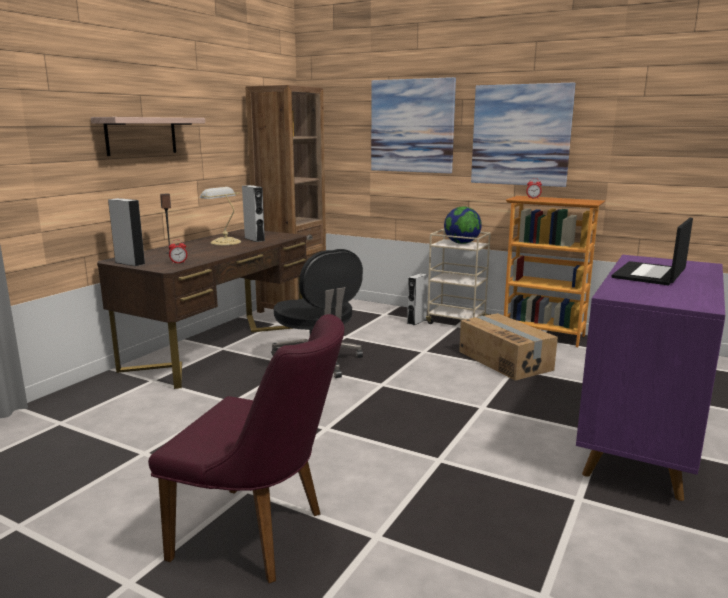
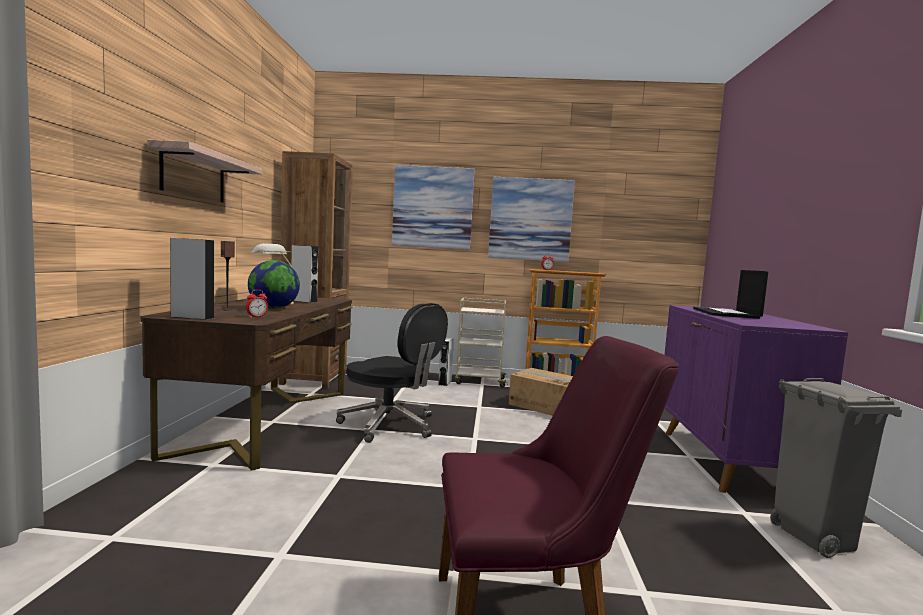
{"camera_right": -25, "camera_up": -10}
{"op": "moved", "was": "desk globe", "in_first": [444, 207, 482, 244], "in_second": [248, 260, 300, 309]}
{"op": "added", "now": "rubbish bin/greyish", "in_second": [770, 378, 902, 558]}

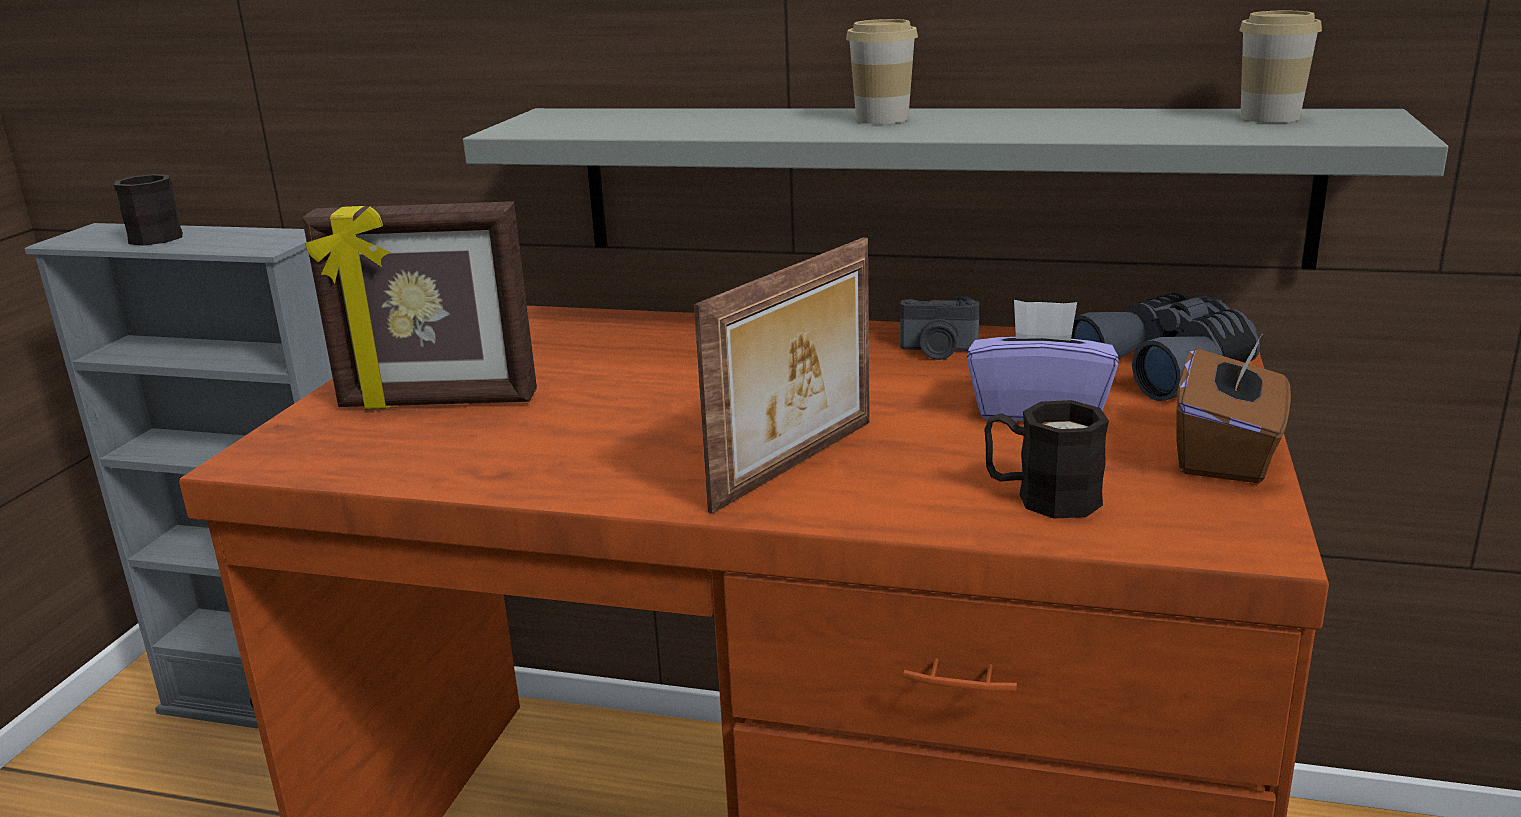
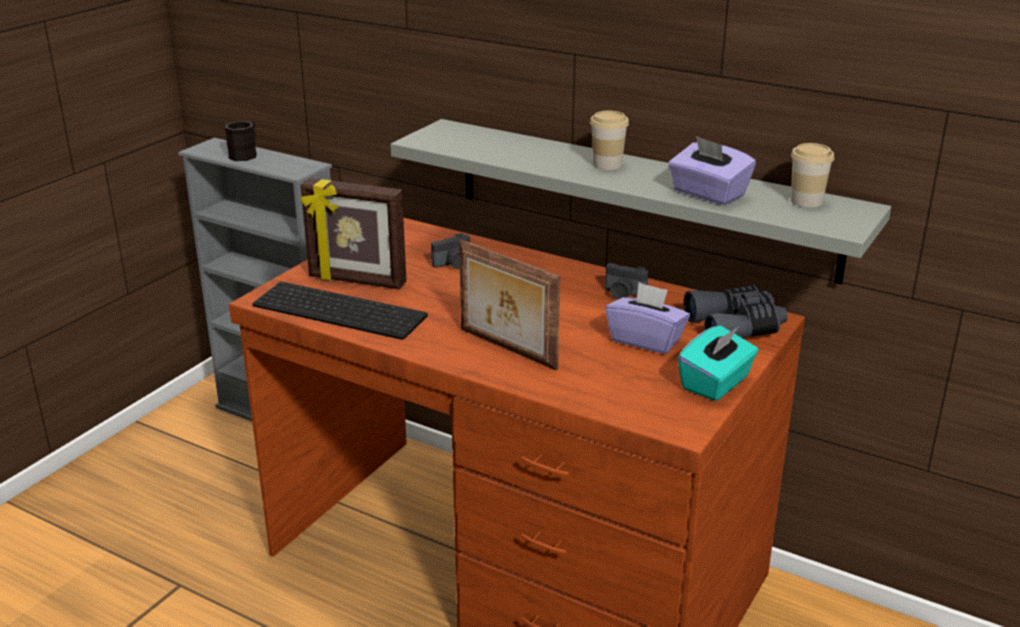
{"camera_right": 15, "camera_up": 5}
{"op": "added", "now": "PC keyboard", "in_second": [252, 282, 428, 340]}
{"op": "added", "now": "photo camera", "in_second": [431, 233, 470, 269]}
{"op": "turned", "was": "photo frame", "in_first": [694, 237, 870, 514], "in_second": [459, 240, 560, 370], "clockwise": 75}
{"op": "added", "now": "tissue box/purple", "in_second": [668, 136, 756, 205]}
{"op": "recoloured", "was": "tissue box/brown-coloured", "now": "tissue box/turquoise", "in_first": [1177, 335, 1291, 483], "in_second": [678, 325, 759, 401]}
{"op": "removed", "was": "tea mug/black-coloured", "in_first": [984, 400, 1109, 519]}

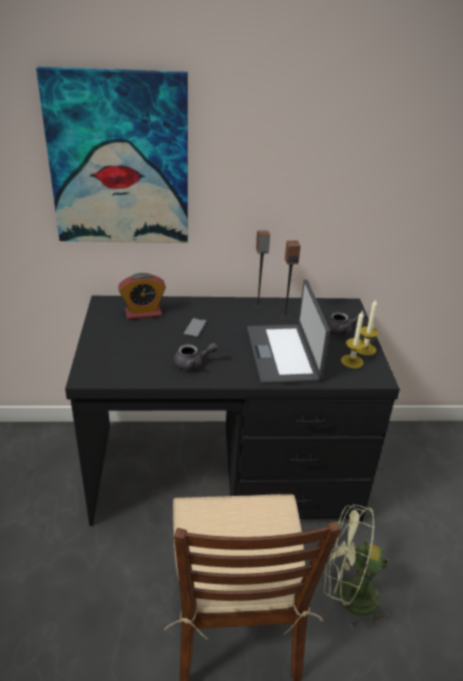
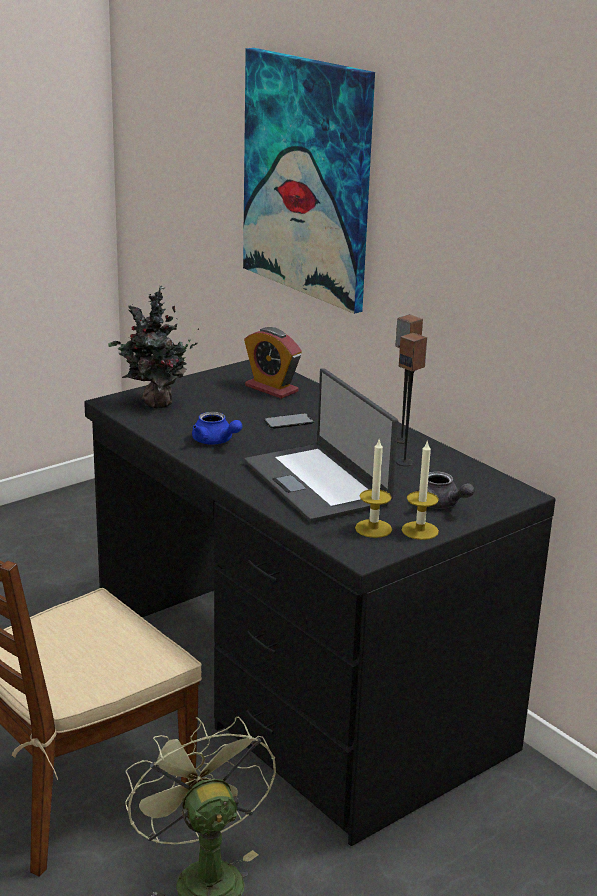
{"camera_right": 55, "camera_up": -10}
{"op": "added", "now": "plant in a pot", "in_second": [108, 285, 199, 409]}
{"op": "recoloured", "was": "pot for tea/greyish", "now": "pot for tea/bluish", "in_first": [174, 343, 218, 370], "in_second": [192, 412, 243, 445]}
{"op": "turned", "was": "laptop", "in_first": [247, 279, 330, 384], "in_second": [245, 368, 399, 523], "clockwise": -75}

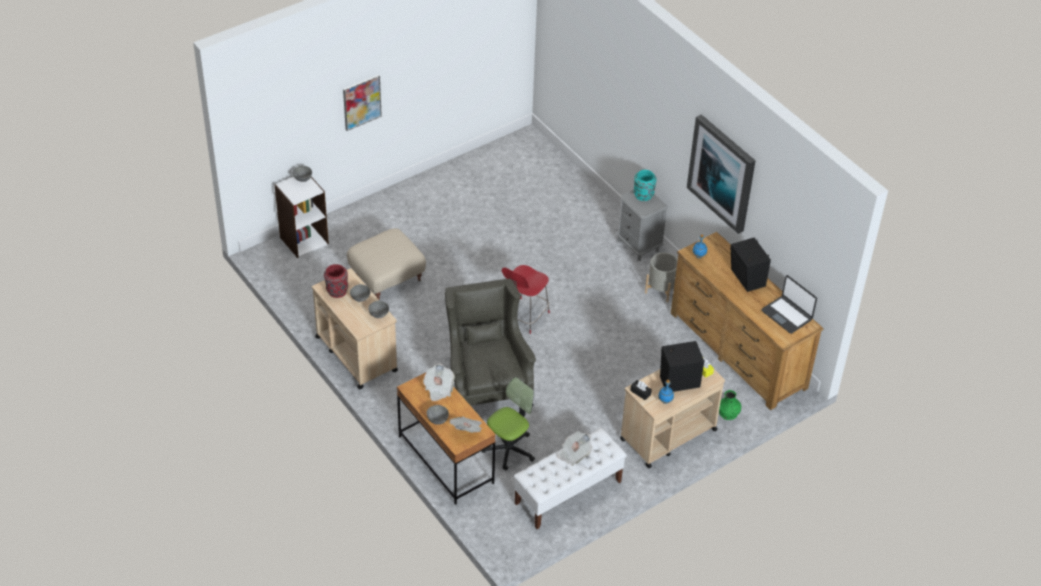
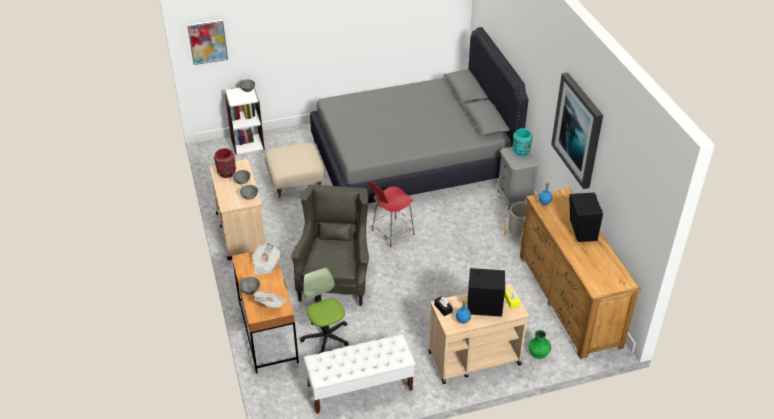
{"camera_right": 20, "camera_up": -5}
{"op": "moved", "was": "picture", "in_first": [343, 75, 382, 131], "in_second": [187, 20, 228, 65]}
{"op": "turned", "was": "desk chair", "in_first": [481, 377, 535, 471], "in_second": [300, 267, 349, 354], "clockwise": -90}
{"op": "added", "now": "bed/greyish", "in_second": [310, 27, 529, 203]}
{"op": "removed", "was": "printed paper", "in_first": [558, 431, 592, 466]}
{"op": "removed", "was": "laptop", "in_first": [761, 275, 817, 334]}

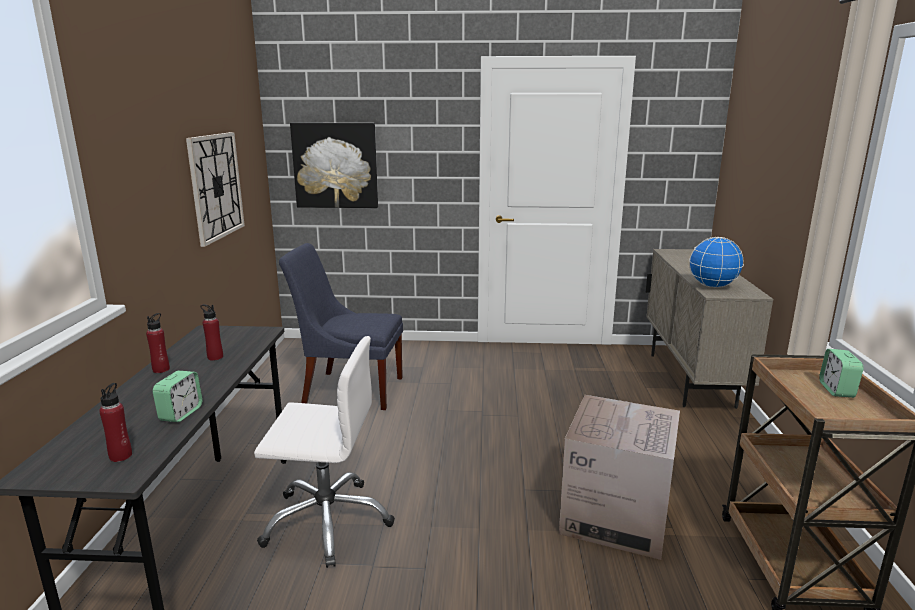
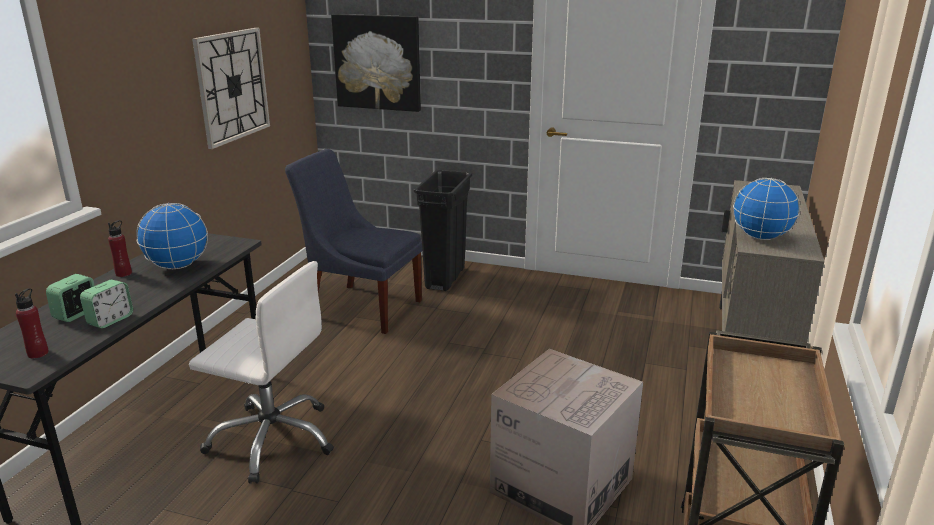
{"camera_right": 15, "camera_up": 5}
{"op": "moved", "was": "table clock", "in_first": [819, 349, 864, 398], "in_second": [46, 274, 95, 322]}
{"op": "replaced", "was": "bottle/reddish", "now": "desk globe", "in_first": [200, 304, 223, 361], "in_second": [136, 203, 208, 269]}
{"op": "added", "now": "rubbish bin/black-coloured", "in_second": [414, 170, 472, 291]}

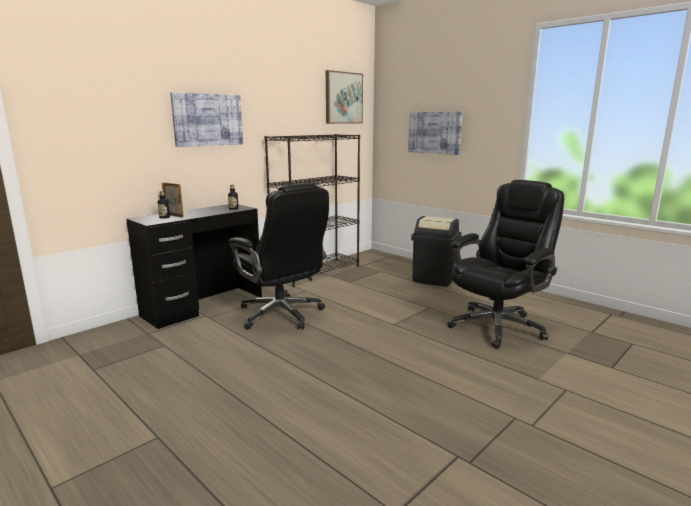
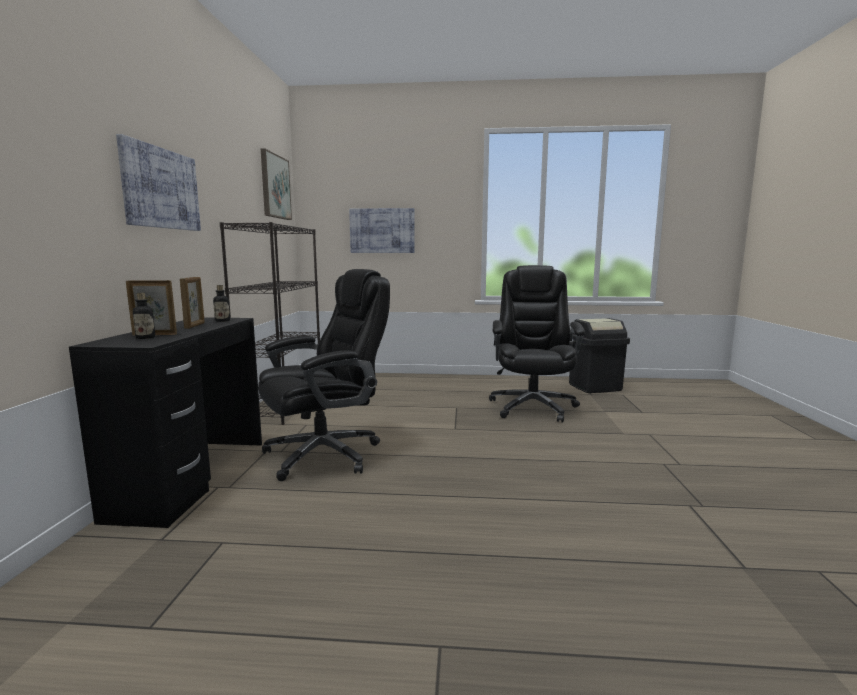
{"camera_right": -40, "camera_up": -5}
{"op": "added", "now": "photo frame", "in_second": [180, 277, 205, 329]}
{"op": "turned", "was": "desk chair/black-coloured", "in_first": [228, 183, 329, 330], "in_second": [258, 269, 390, 481], "clockwise": -45}
{"op": "moved", "was": "rubbish bin/black-coloured", "in_first": [411, 216, 462, 287], "in_second": [569, 318, 630, 393]}

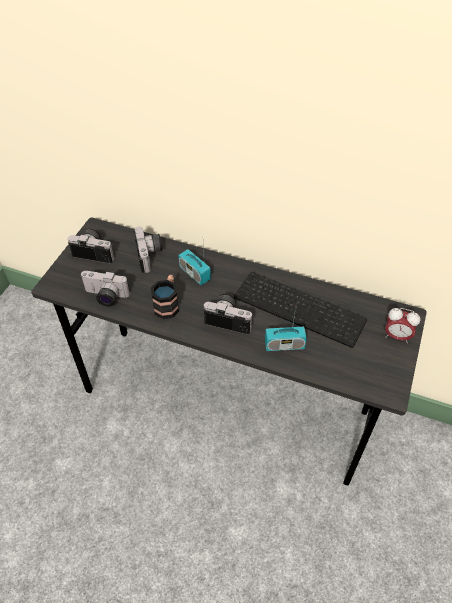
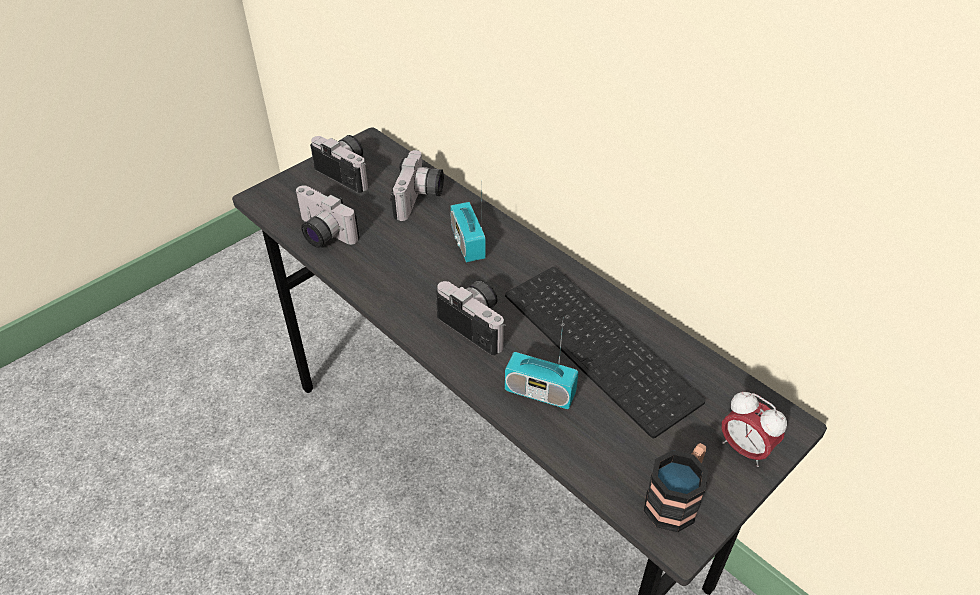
{"camera_right": 25, "camera_up": -5}
{"op": "moved", "was": "tea mug", "in_first": [151, 274, 179, 319], "in_second": [643, 443, 708, 532]}

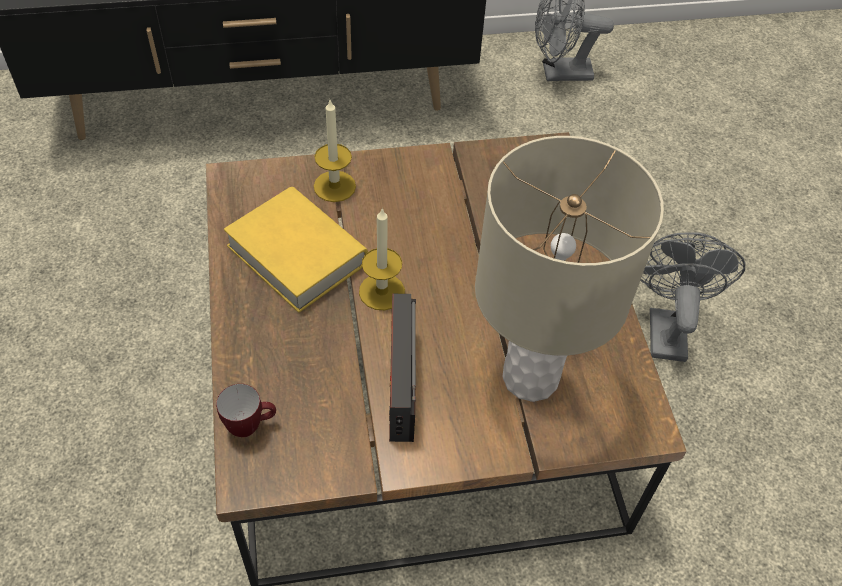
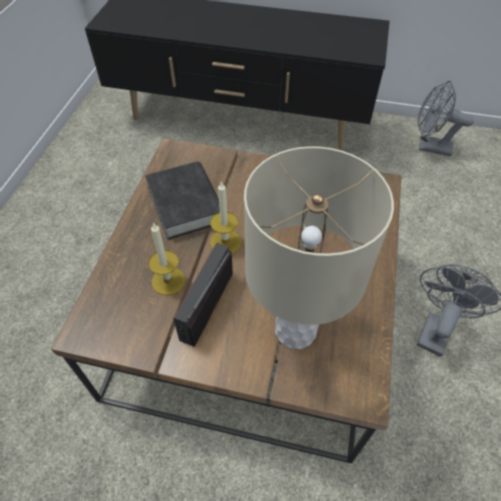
{"camera_right": 25, "camera_up": 0}
{"op": "recoloured", "was": "book/yellow-coloured", "now": "book/black-coloured", "in_first": [224, 187, 368, 313], "in_second": [145, 162, 220, 240]}
{"op": "moved", "was": "wax light", "in_first": [314, 98, 356, 202], "in_second": [149, 222, 185, 295]}
{"op": "removed", "was": "tea mug", "in_first": [216, 384, 276, 437]}

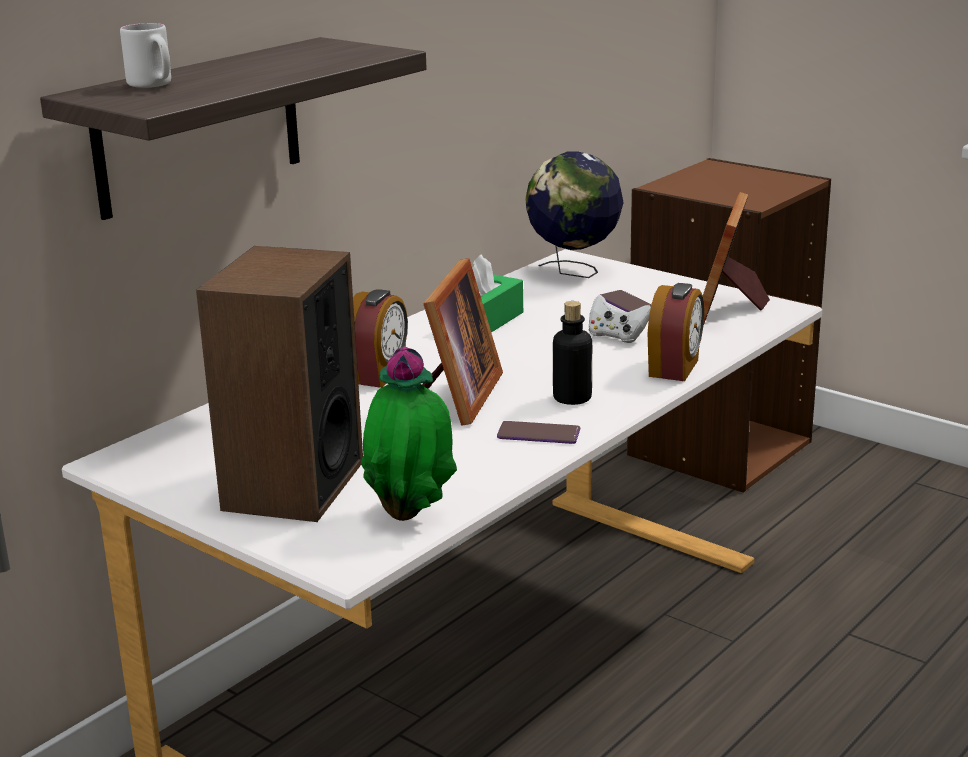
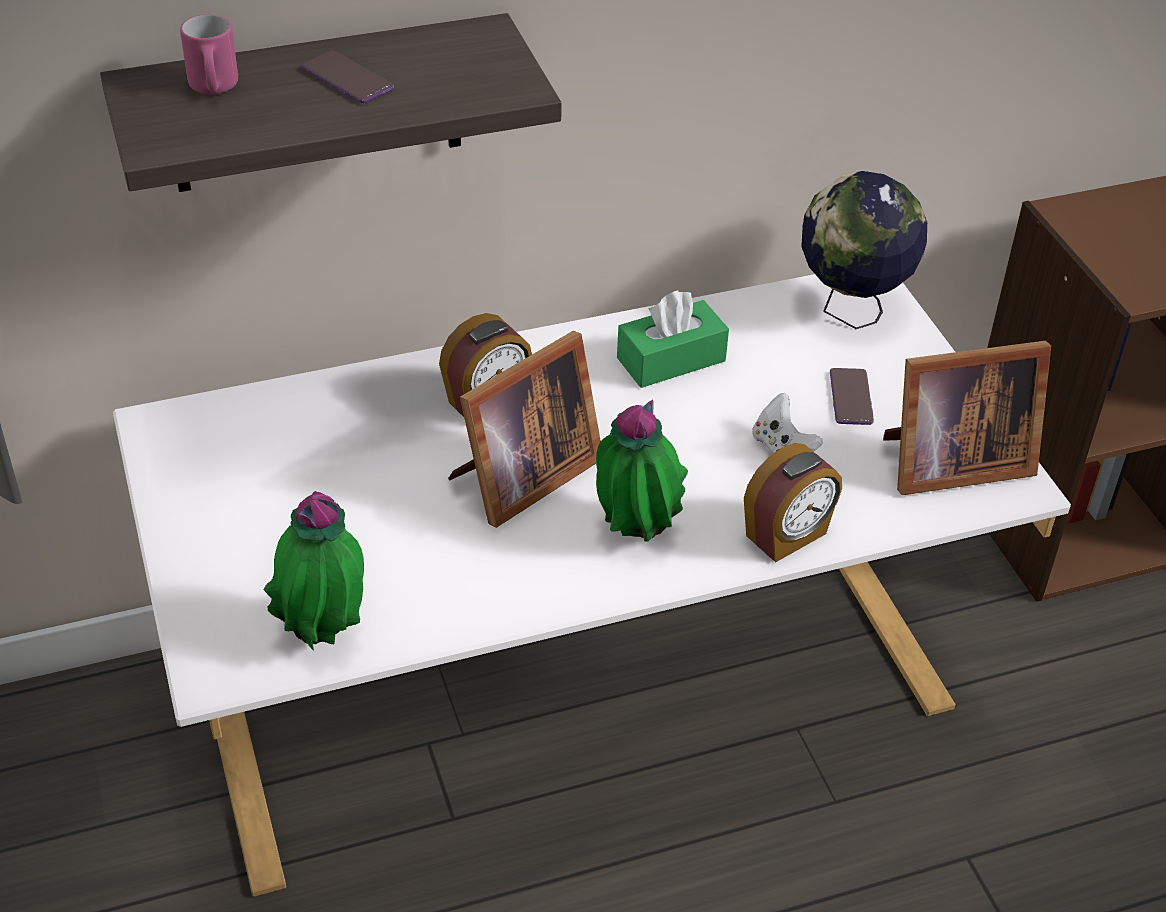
{"camera_right": 30, "camera_up": 20}
{"op": "recoloured", "was": "tea mug/white-coloured", "now": "tea mug/pink", "in_first": [120, 23, 171, 88], "in_second": [180, 14, 238, 94]}
{"op": "moved", "was": "handset", "in_first": [497, 421, 580, 444], "in_second": [302, 50, 394, 104]}
{"op": "replaced", "was": "bottle", "now": "plant in a pot", "in_first": [553, 301, 592, 405], "in_second": [596, 400, 688, 542]}
{"op": "turned", "was": "photo frame", "in_first": [703, 192, 770, 326], "in_second": [883, 341, 1051, 495], "clockwise": -150}
{"op": "removed", "was": "audio speaker", "in_first": [196, 246, 363, 522]}

